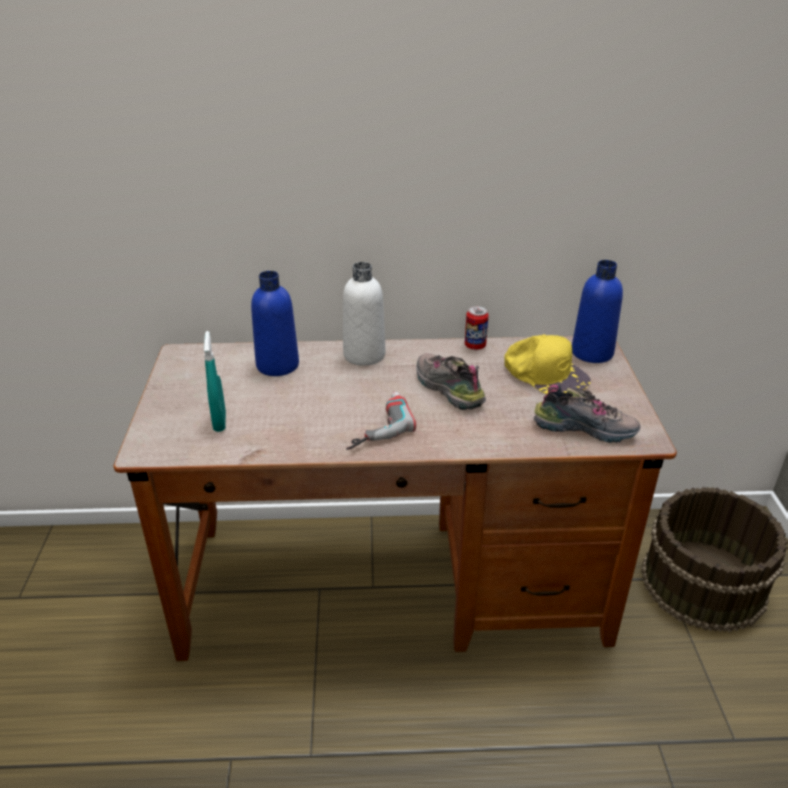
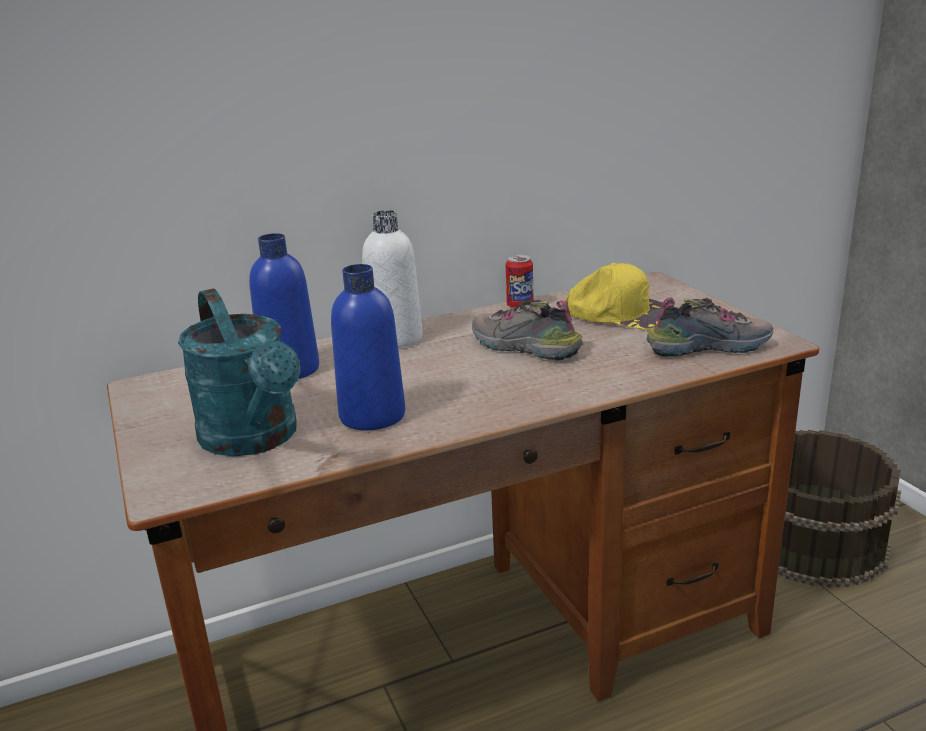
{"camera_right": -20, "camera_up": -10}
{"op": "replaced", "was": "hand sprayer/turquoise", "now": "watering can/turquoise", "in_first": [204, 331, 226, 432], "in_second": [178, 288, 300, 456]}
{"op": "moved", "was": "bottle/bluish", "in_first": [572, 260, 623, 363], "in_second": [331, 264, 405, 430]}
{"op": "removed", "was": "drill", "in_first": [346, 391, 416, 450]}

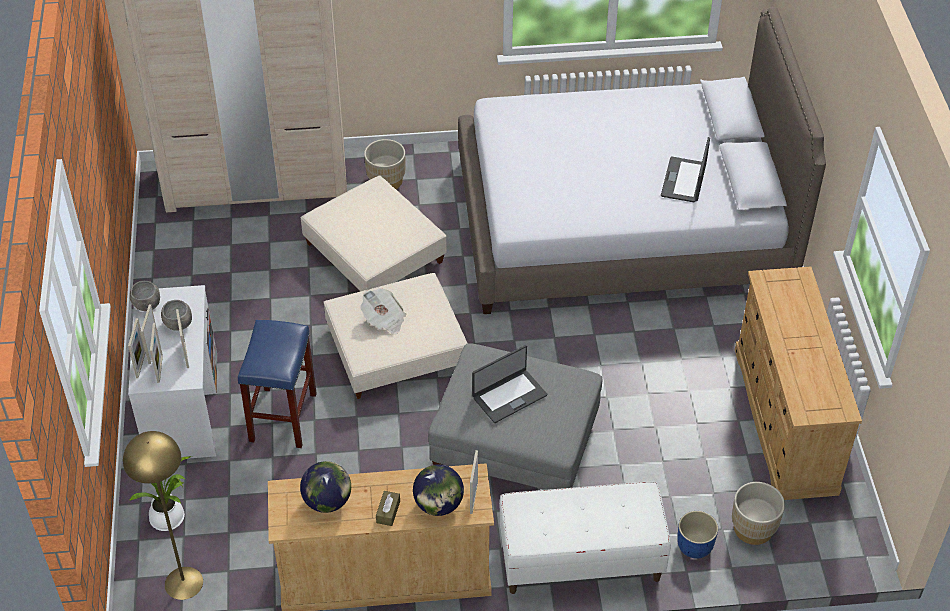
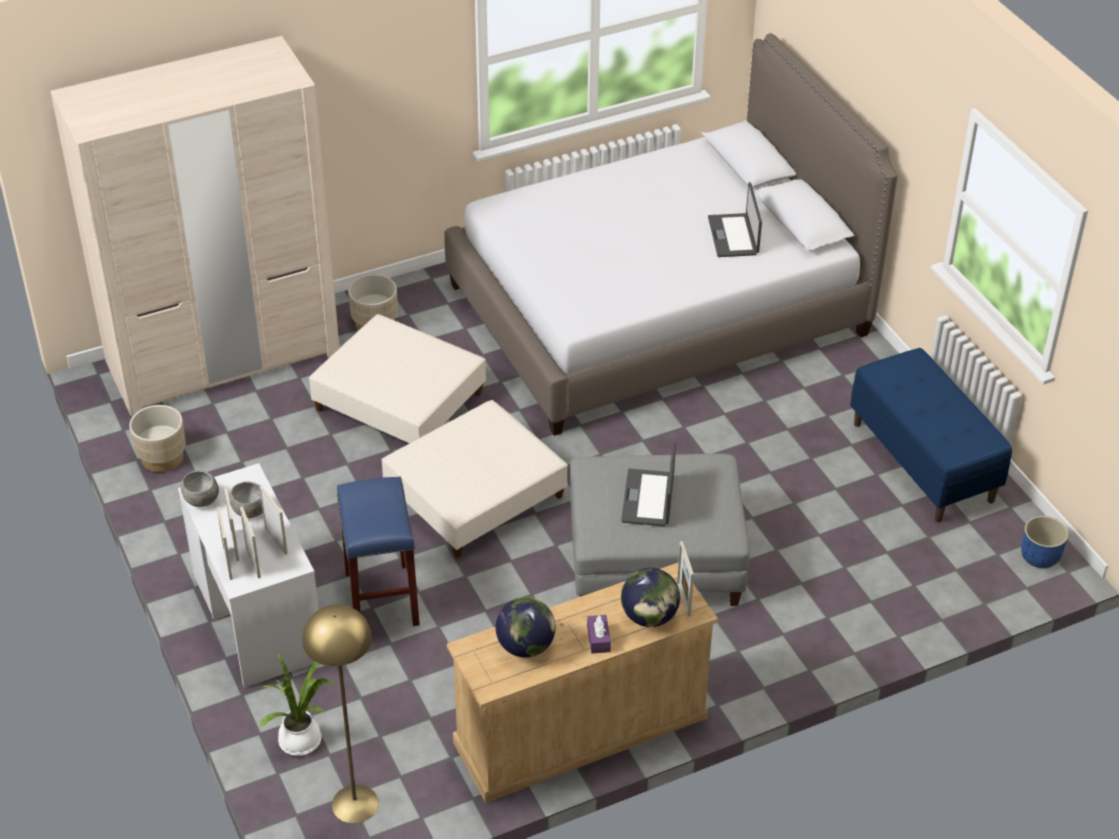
{"camera_right": -20, "camera_up": -5}
{"op": "moved", "was": "flower pot/beige", "in_first": [732, 482, 785, 545], "in_second": [129, 405, 185, 472]}
{"op": "recoloured", "was": "tissue box/brown-coloured", "now": "tissue box/purple", "in_first": [376, 491, 400, 526], "in_second": [587, 615, 611, 654]}
{"op": "turned", "was": "laptop", "in_first": [472, 345, 547, 423], "in_second": [621, 441, 676, 526], "clockwise": 150}
{"op": "replaced", "was": "chest of drawers/beige", "now": "bench/bluish", "in_first": [735, 266, 862, 500], "in_second": [850, 348, 1012, 522]}
{"op": "moved", "was": "flower pot/bluish", "in_first": [677, 511, 718, 559], "in_second": [1021, 516, 1068, 568]}
{"op": "removed", "was": "printed paper", "in_first": [360, 288, 407, 335]}
{"op": "removed", "was": "bench/white-coloured", "in_first": [499, 482, 671, 594]}

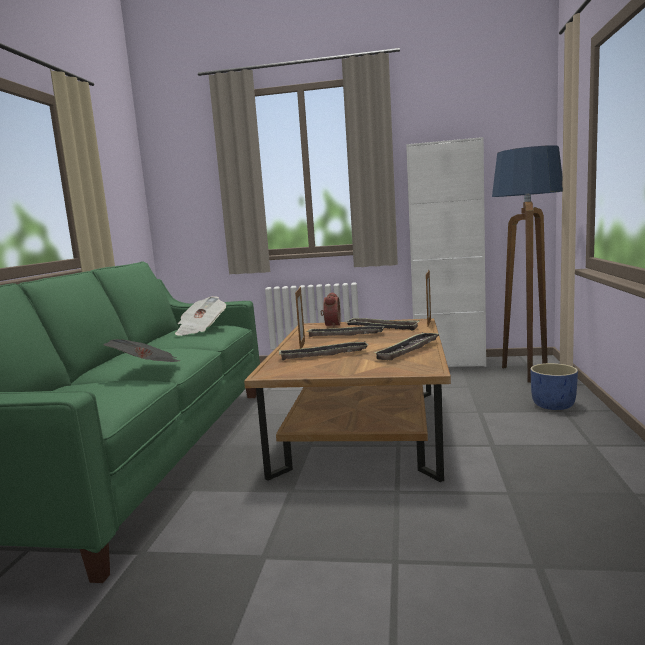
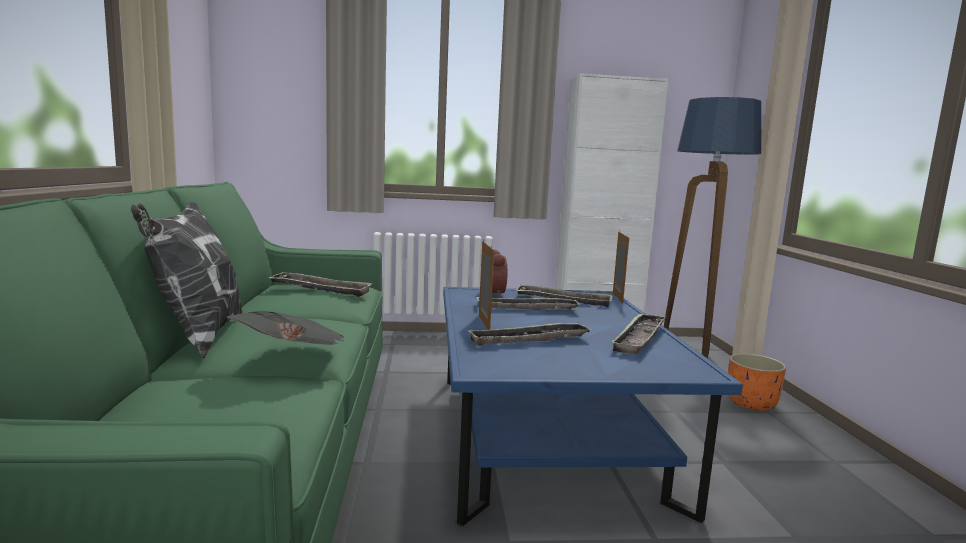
{"camera_right": -15, "camera_up": 0}
{"op": "added", "now": "throw pillow", "in_second": [131, 201, 242, 358]}
{"op": "replaced", "was": "printed paper", "now": "carrying tray", "in_first": [175, 296, 226, 336], "in_second": [269, 272, 373, 297]}
{"op": "recoloured", "was": "low table/brown-coloured", "now": "low table/bluish", "in_first": [244, 318, 451, 482], "in_second": [443, 287, 743, 526]}
{"op": "recoloured", "was": "flower pot/bluish", "now": "flower pot/orange-coloured", "in_first": [530, 363, 578, 410], "in_second": [728, 353, 786, 411]}

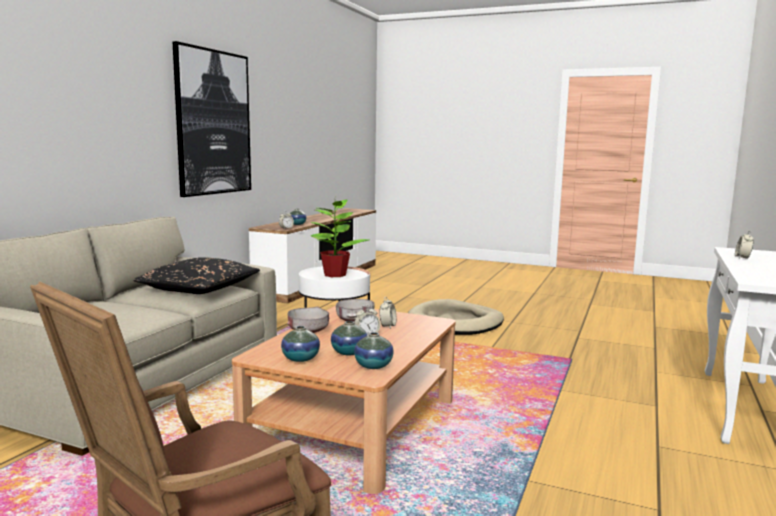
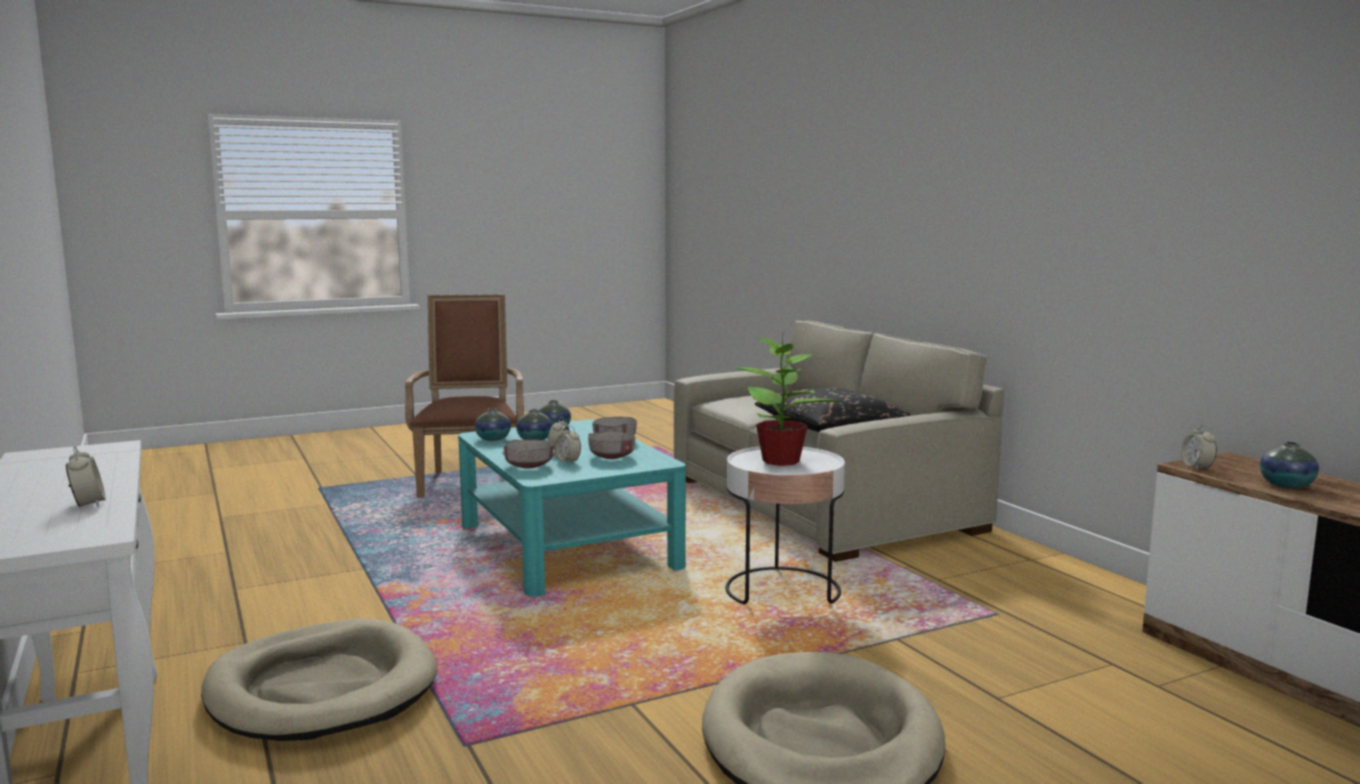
{"camera_right": 130, "camera_up": 0}
{"op": "added", "now": "dog bed/beige", "in_second": [201, 618, 437, 741]}
{"op": "recoloured", "was": "low table/brown-coloured", "now": "low table/turquoise", "in_first": [232, 306, 456, 494], "in_second": [458, 420, 686, 597]}
{"op": "added", "now": "bowl/greyish", "in_second": [502, 440, 555, 469]}
{"op": "removed", "was": "picture", "in_first": [173, 41, 251, 197]}

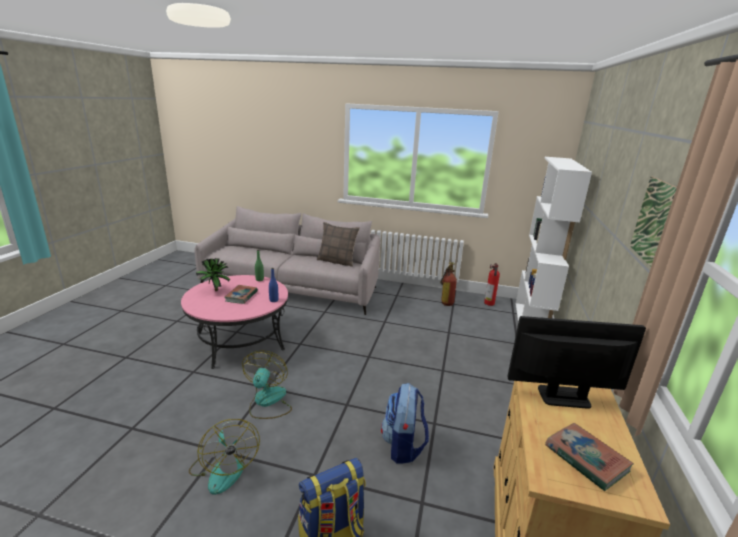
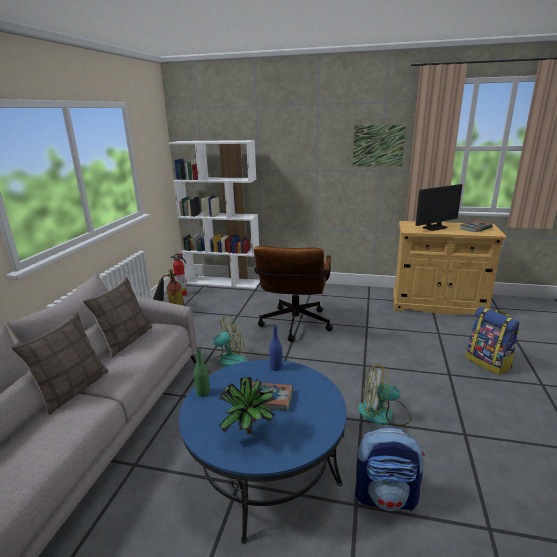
{"camera_right": -90, "camera_up": 0}
{"op": "added", "now": "throw pillow", "in_second": [11, 312, 108, 415]}
{"op": "recoloured", "was": "low table/pink", "now": "low table/bluish", "in_first": [181, 275, 288, 369], "in_second": [179, 360, 347, 544]}
{"op": "moved", "was": "cooling fan", "in_first": [189, 419, 260, 495], "in_second": [205, 316, 248, 374]}
{"op": "added", "now": "desk chair/brown-coloured", "in_second": [254, 246, 333, 342]}
{"op": "moved", "was": "backpack", "in_first": [381, 383, 429, 463], "in_second": [355, 427, 425, 511]}
{"op": "turned", "was": "monitor", "in_first": [507, 316, 646, 409], "in_second": [416, 184, 462, 231], "clockwise": -120}

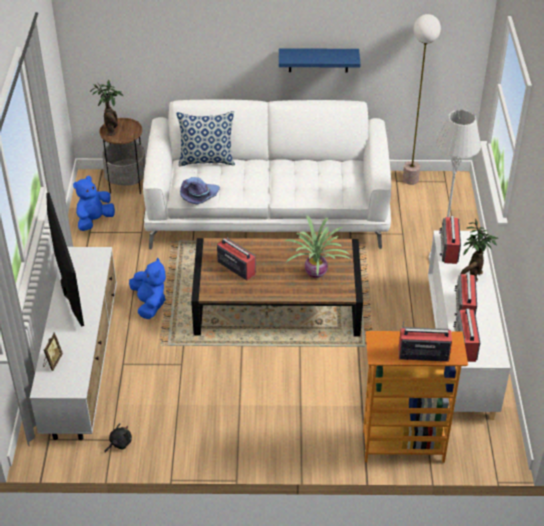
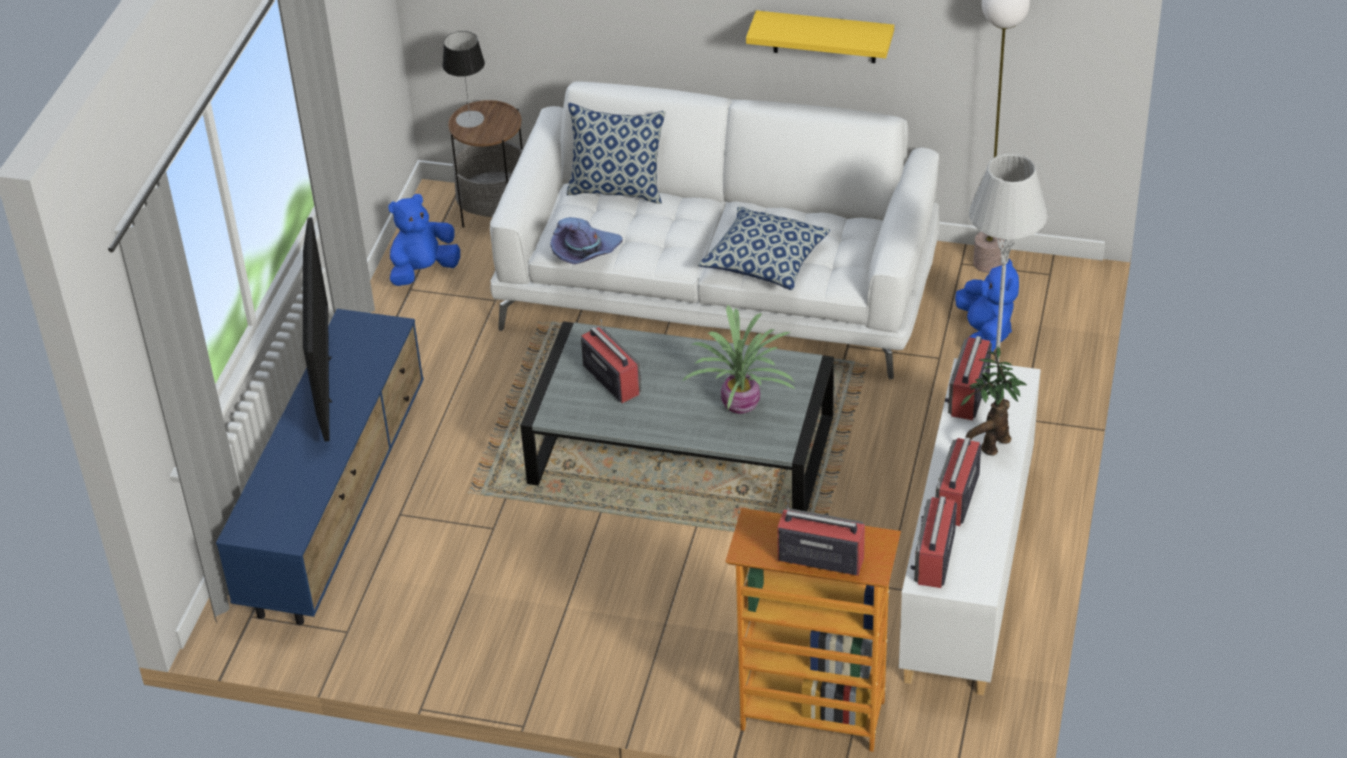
{"camera_right": 15, "camera_up": 0}
{"op": "recoloured", "was": "tv stand/white-coloured", "now": "tv stand/bluish", "in_first": [30, 247, 117, 440], "in_second": [216, 309, 424, 625]}
{"op": "replaced", "was": "plant in a pot", "now": "table lamp", "in_first": [90, 80, 123, 136], "in_second": [442, 31, 485, 128]}
{"op": "recoloured", "was": "low table/brown-coloured", "now": "low table/greyish", "in_first": [191, 238, 363, 337], "in_second": [520, 321, 834, 511]}
{"op": "added", "now": "throw pillow", "in_second": [698, 206, 830, 290]}
{"op": "recoloured", "was": "wall shelf/bluish", "now": "wall shelf/yellow-coloured", "in_first": [279, 48, 361, 73], "in_second": [746, 10, 894, 63]}
{"op": "moved", "was": "cuddly toy/bluish", "in_first": [129, 257, 166, 319], "in_second": [955, 259, 1019, 352]}
{"op": "removed", "was": "photo frame", "in_first": [43, 333, 63, 371]}
{"op": "removed", "was": "cuddly toy/black-coloured", "in_first": [104, 423, 132, 453]}

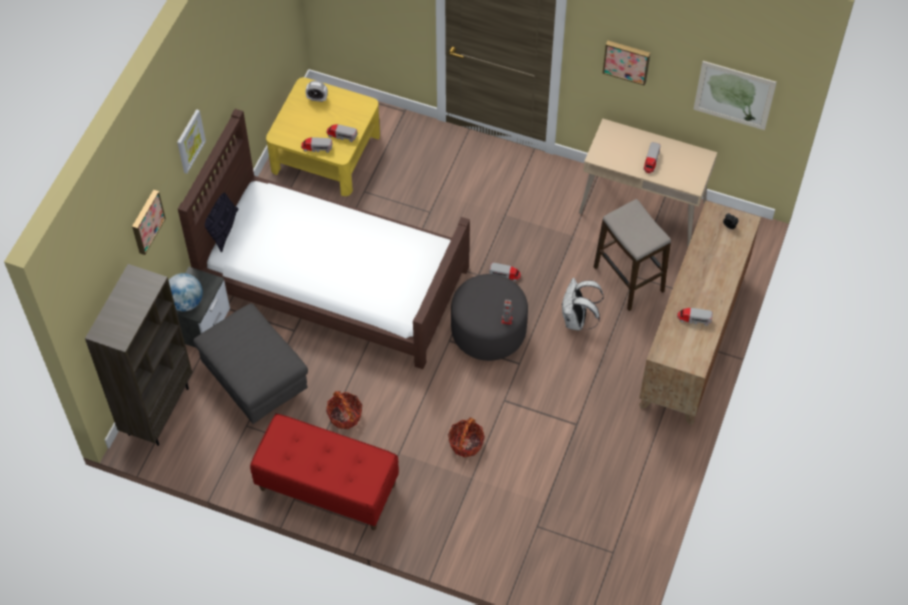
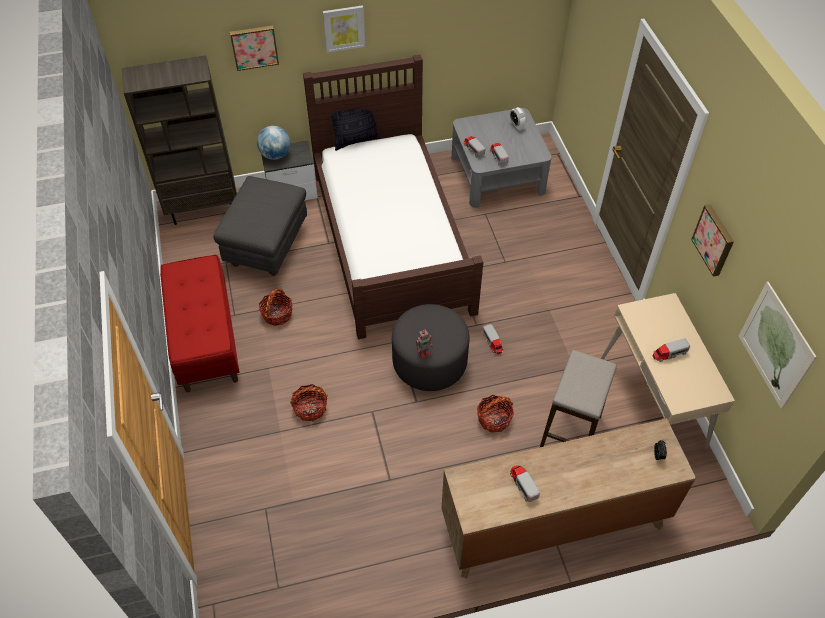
{"camera_right": 55, "camera_up": -5}
{"op": "recoloured", "was": "low table/yellow-coloured", "now": "low table/greyish", "in_first": [266, 77, 380, 196], "in_second": [452, 108, 552, 208]}
{"op": "replaced", "was": "backpack/white-coloured", "now": "storage basket", "in_first": [561, 278, 604, 330], "in_second": [477, 395, 514, 432]}

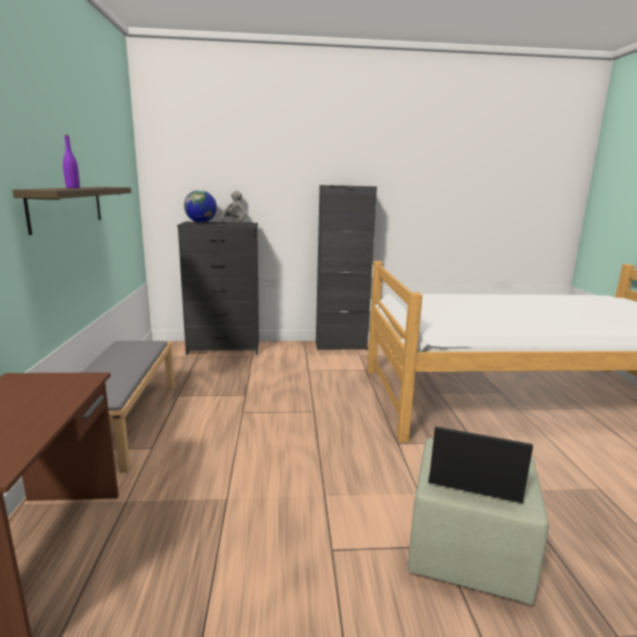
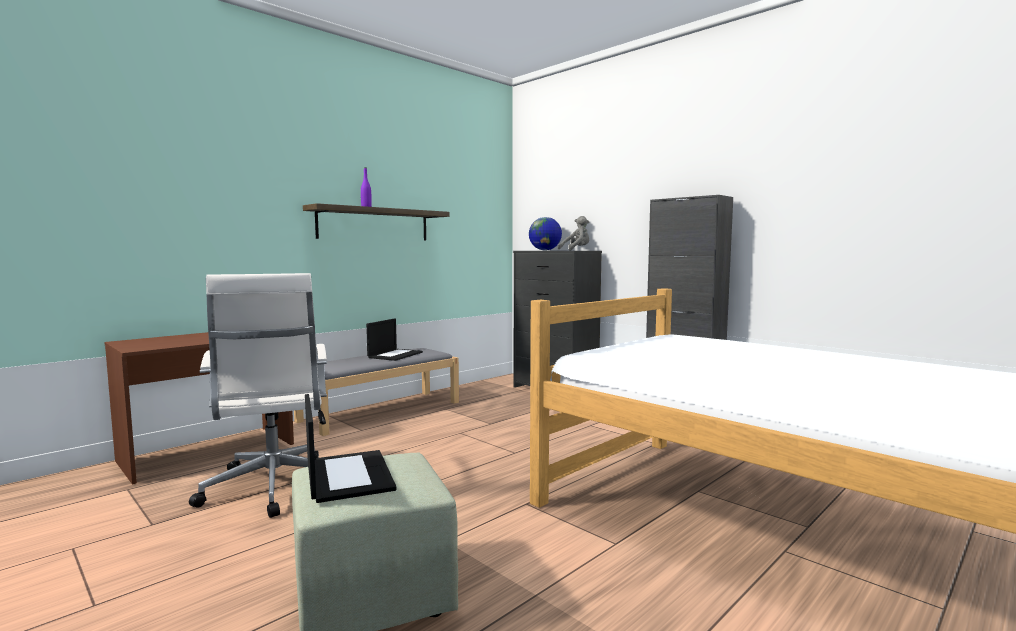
{"camera_right": 50, "camera_up": -10}
{"op": "added", "now": "desk chair/white-coloured", "in_second": [189, 273, 327, 518]}
{"op": "added", "now": "laptop", "in_second": [366, 318, 423, 361]}

